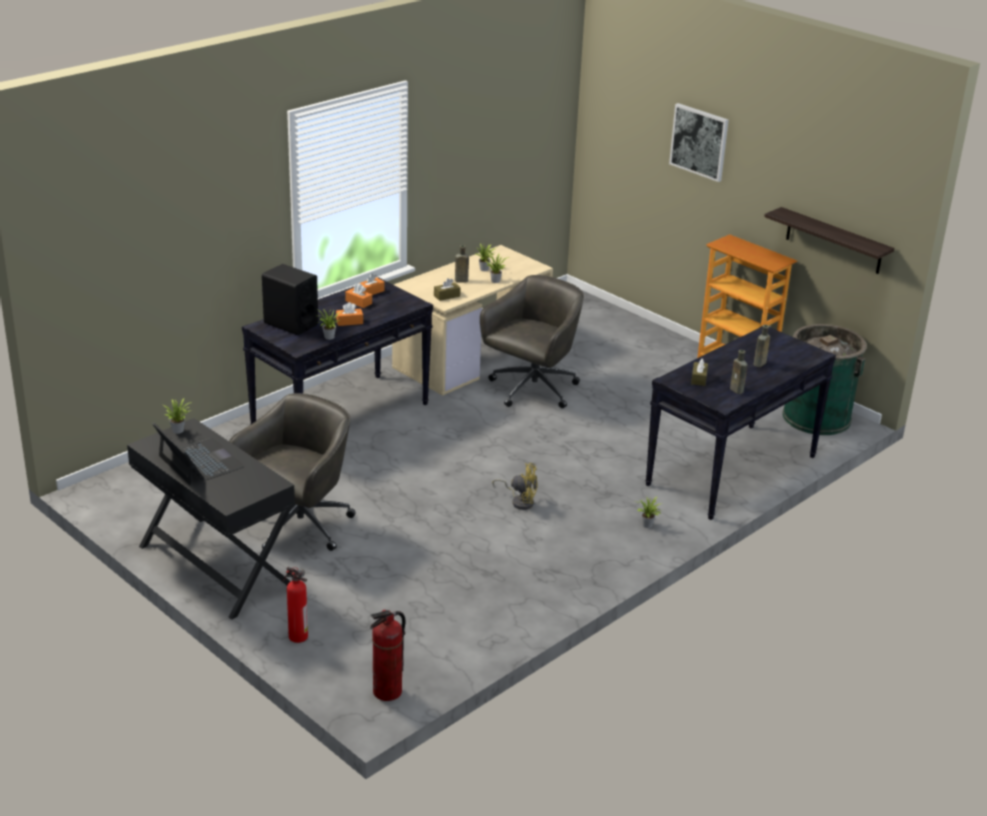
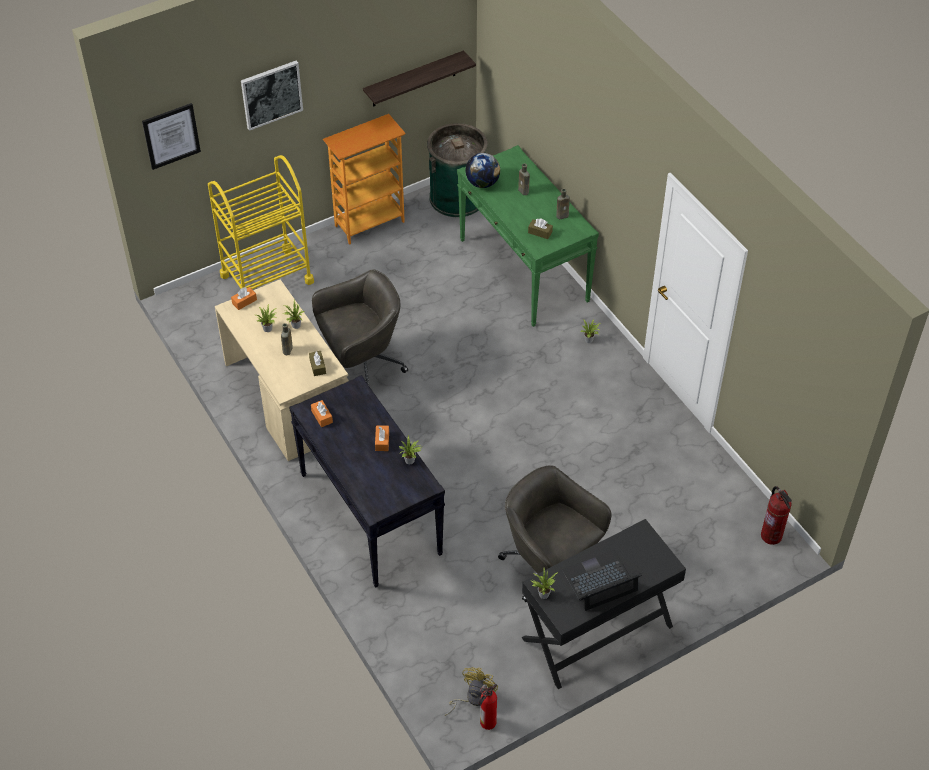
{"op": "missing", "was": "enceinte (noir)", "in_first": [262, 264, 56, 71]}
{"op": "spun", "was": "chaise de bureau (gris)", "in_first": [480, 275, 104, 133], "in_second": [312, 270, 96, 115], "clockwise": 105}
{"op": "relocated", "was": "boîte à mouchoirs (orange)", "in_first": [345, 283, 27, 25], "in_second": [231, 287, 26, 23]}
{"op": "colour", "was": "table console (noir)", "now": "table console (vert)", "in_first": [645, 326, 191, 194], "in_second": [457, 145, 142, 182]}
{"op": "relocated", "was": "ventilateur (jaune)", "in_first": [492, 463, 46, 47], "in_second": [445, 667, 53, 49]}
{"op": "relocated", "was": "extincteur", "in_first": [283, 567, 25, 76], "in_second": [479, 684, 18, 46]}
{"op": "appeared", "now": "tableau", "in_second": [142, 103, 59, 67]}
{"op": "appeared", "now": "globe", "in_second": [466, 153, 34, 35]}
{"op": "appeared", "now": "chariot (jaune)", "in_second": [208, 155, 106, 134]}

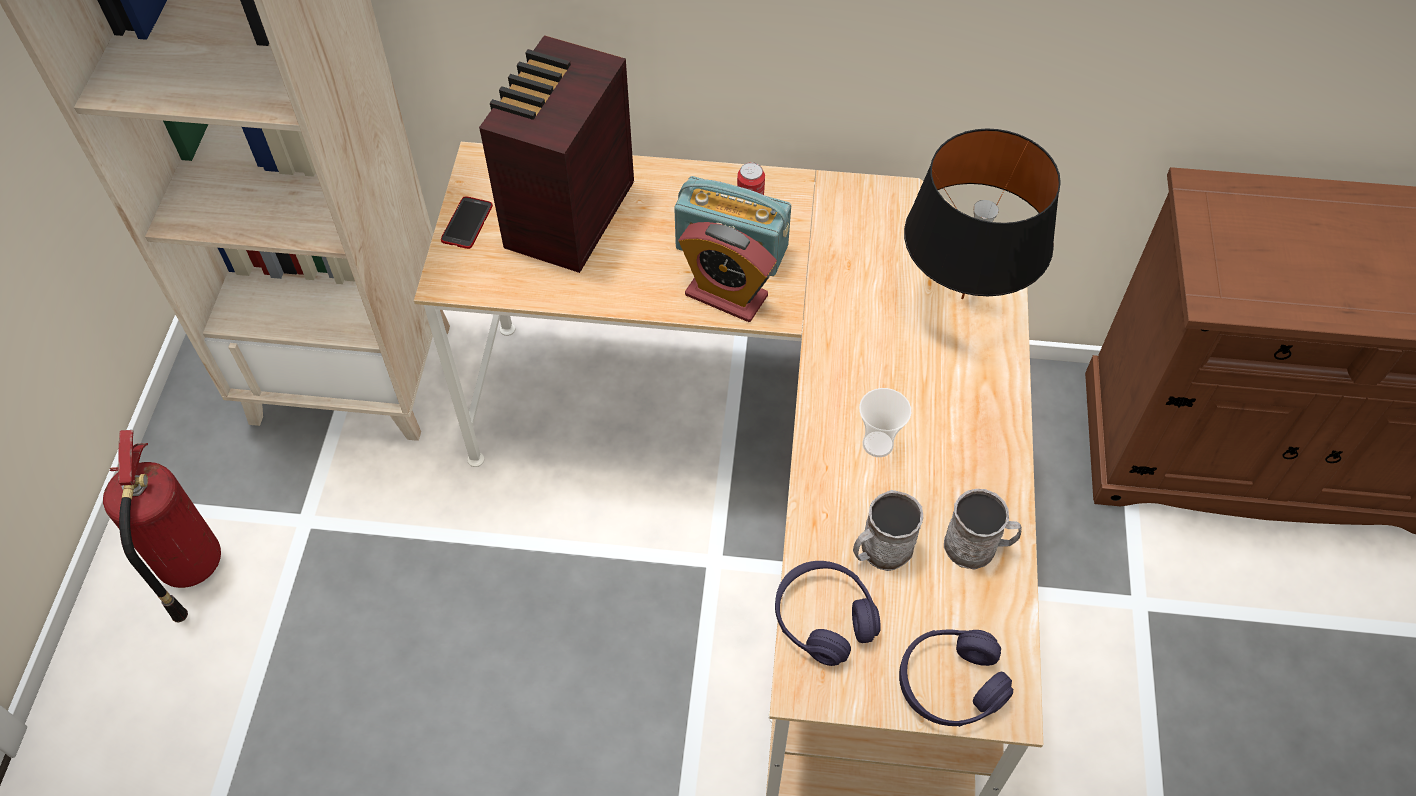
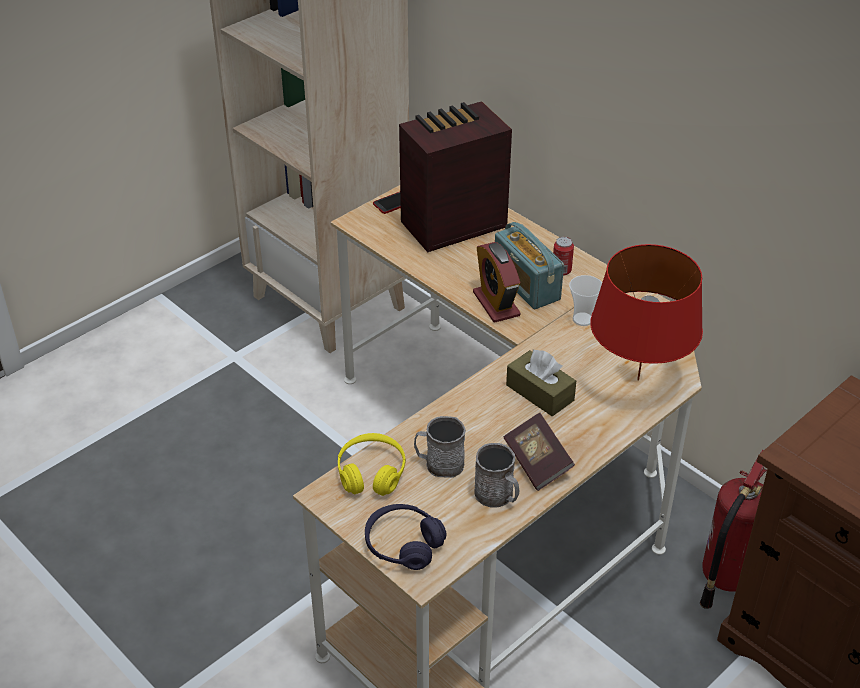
{"op": "colour", "was": "lampe de table (noir)", "now": "lampe de table (rouge)", "in_first": [904, 128, 157, 171], "in_second": [590, 244, 113, 137]}
{"op": "relocated", "was": "tasse", "in_first": [859, 388, 52, 69], "in_second": [569, 275, 33, 51]}
{"op": "relocated", "was": "extincteur", "in_first": [103, 430, 118, 193], "in_second": [700, 450, 67, 159]}
{"op": "colour", "was": "casque audio (violet)", "now": "casque audio (jaune)", "in_first": [775, 561, 106, 105], "in_second": [338, 433, 68, 63]}
{"op": "appeared", "now": "boîte à mouchoirs (marron)", "in_second": [506, 350, 70, 66]}
{"op": "appeared", "now": "livre", "in_second": [504, 413, 71, 78]}

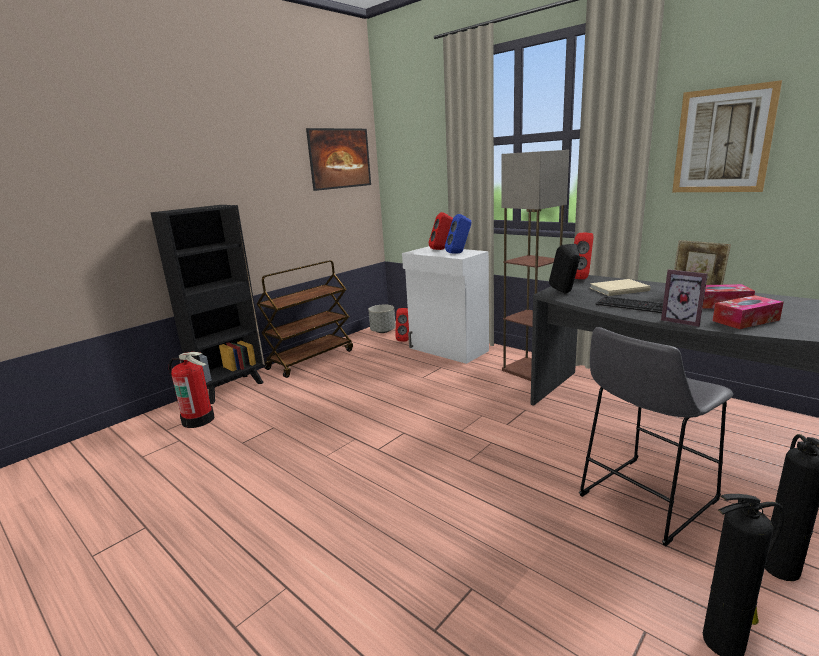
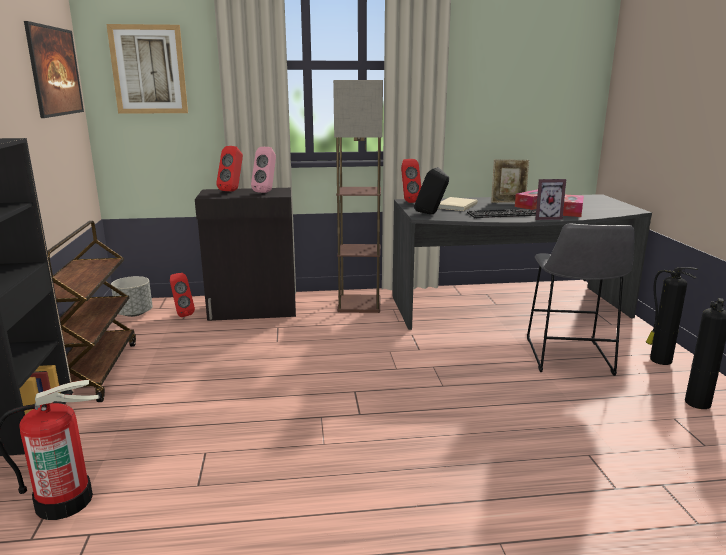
{"op": "relocated", "was": "tableau", "in_first": [672, 80, 110, 112], "in_second": [106, 24, 82, 90]}
{"op": "colour", "was": "enceinte (bleu)", "now": "enceinte (rose)", "in_first": [445, 214, 26, 40], "in_second": [251, 147, 25, 46]}
{"op": "colour", "was": "meuble de rangement (blanc)", "now": "meuble de rangement (noir)", "in_first": [402, 246, 87, 118], "in_second": [195, 188, 101, 133]}

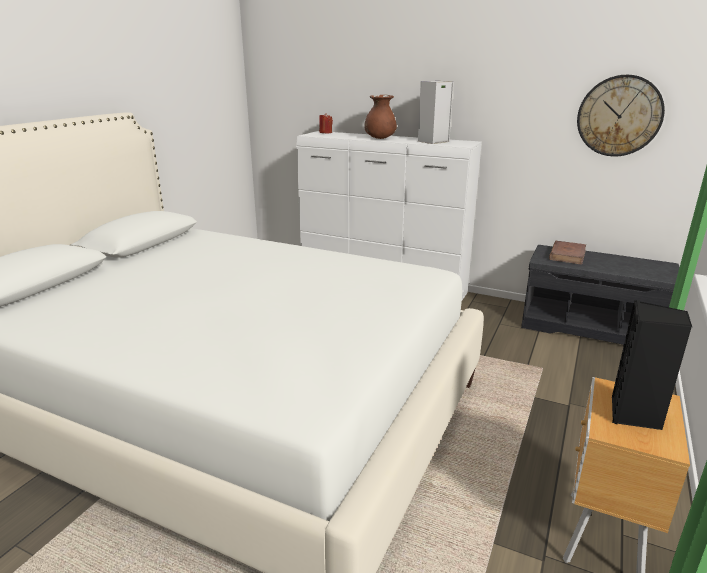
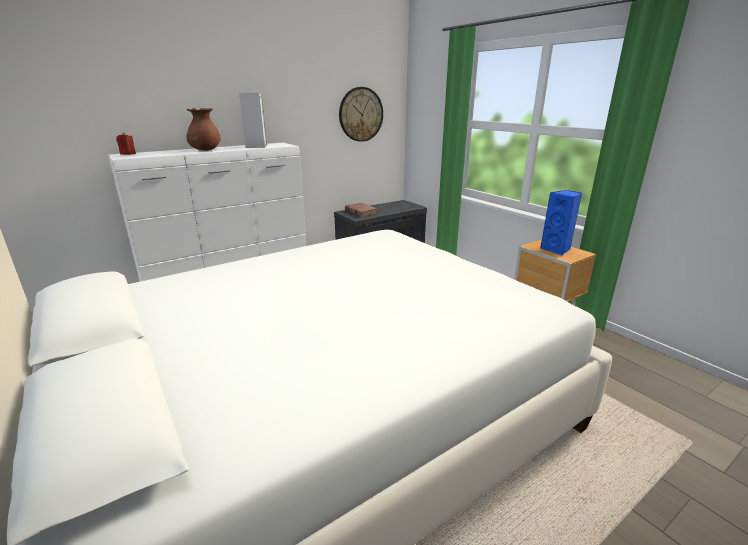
{"op": "colour", "was": "enceinte (noir)", "now": "enceinte (bleu)", "in_first": [612, 300, 80, 130], "in_second": [540, 190, 42, 65]}

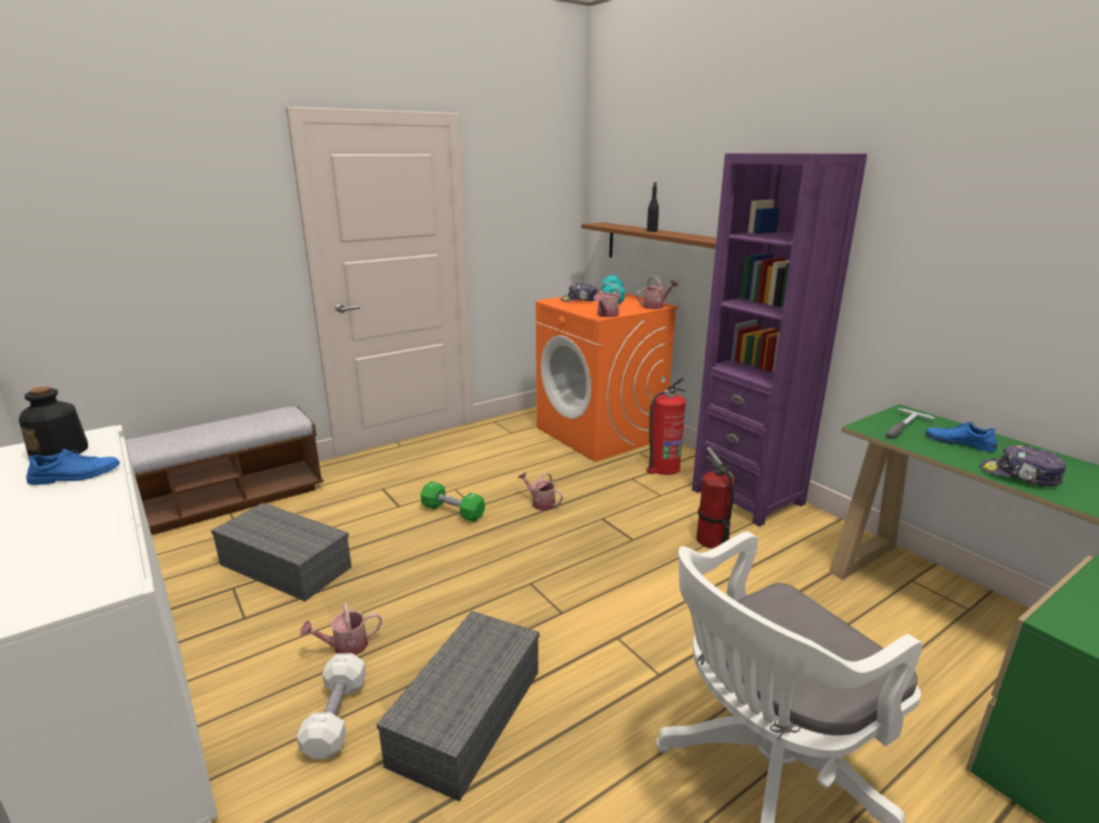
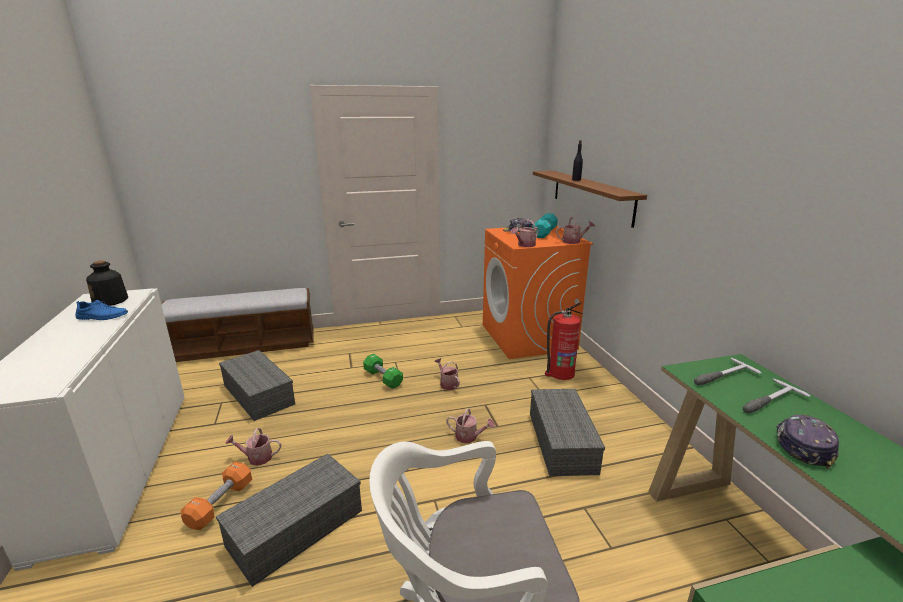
{"op": "missing", "was": "bibliothèque (violet)", "in_first": [692, 153, 175, 374]}
{"op": "exchanged", "was": "chaussure (bleu)", "now": "marteau", "in_first": [925, 422, 73, 30], "in_second": [743, 378, 68, 35]}
{"op": "spun", "was": "casquette", "in_first": [980, 445, 86, 42], "in_second": [776, 415, 63, 54], "clockwise": 60}
{"op": "exchanged", "was": "extincteur", "now": "boîte de rangement (gris)", "in_first": [696, 447, 38, 102], "in_second": [530, 389, 75, 87]}
{"op": "colour", "was": "haltère (blanc)", "now": "haltère (orange)", "in_first": [297, 653, 69, 106], "in_second": [181, 461, 71, 69]}
{"op": "appeared", "now": "arrosoir", "in_second": [446, 408, 49, 35]}

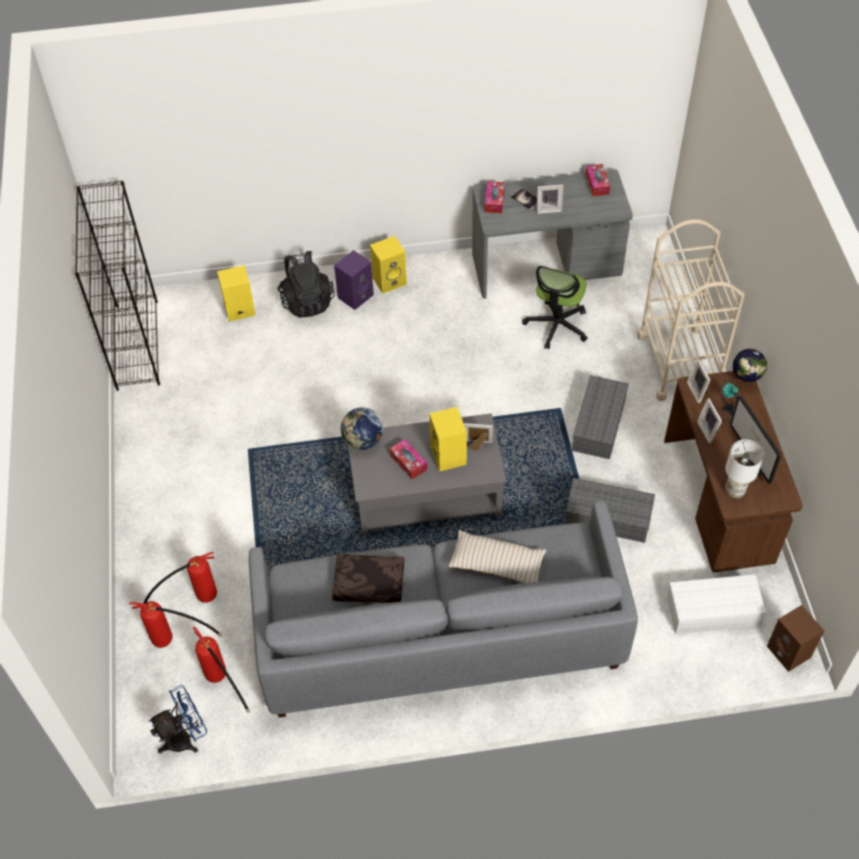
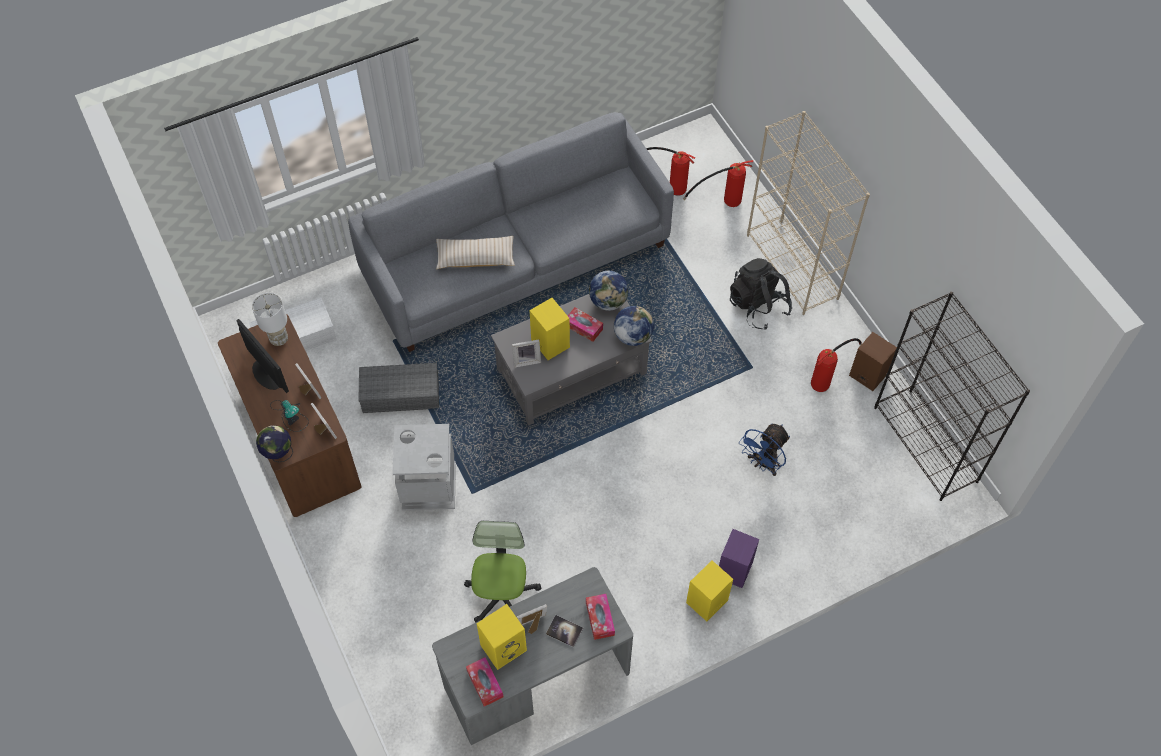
{"op": "missing", "was": "chariot (beige)", "in_first": [637, 219, 108, 182]}
{"op": "relocated", "was": "sac à dos (noir)", "in_first": [277, 251, 57, 67], "in_second": [730, 258, 62, 72]}
{"op": "relocated", "was": "enceinte (jaune)", "in_first": [217, 265, 39, 57], "in_second": [477, 604, 50, 66]}
{"op": "exchanged", "was": "boîte de rangement (gris)", "now": "poubelle (gris)", "in_first": [572, 375, 57, 84], "in_second": [392, 424, 64, 87]}
{"op": "relocated", "was": "extincteur", "in_first": [143, 552, 74, 52], "in_second": [811, 338, 51, 54]}
{"op": "missing", "was": "coussin (marron)", "in_first": [332, 554, 72, 49]}
{"op": "relocated", "was": "enceinte (marron)", "in_first": [767, 605, 57, 67], "in_second": [849, 332, 48, 59]}
{"op": "relocated", "was": "ventilateur (bleu)", "in_first": [149, 685, 58, 69], "in_second": [739, 424, 51, 52]}
{"op": "appeared", "now": "bibliothèque (beige)", "in_second": [747, 111, 123, 204]}
{"op": "appeared", "now": "globe", "in_second": [589, 271, 39, 40]}

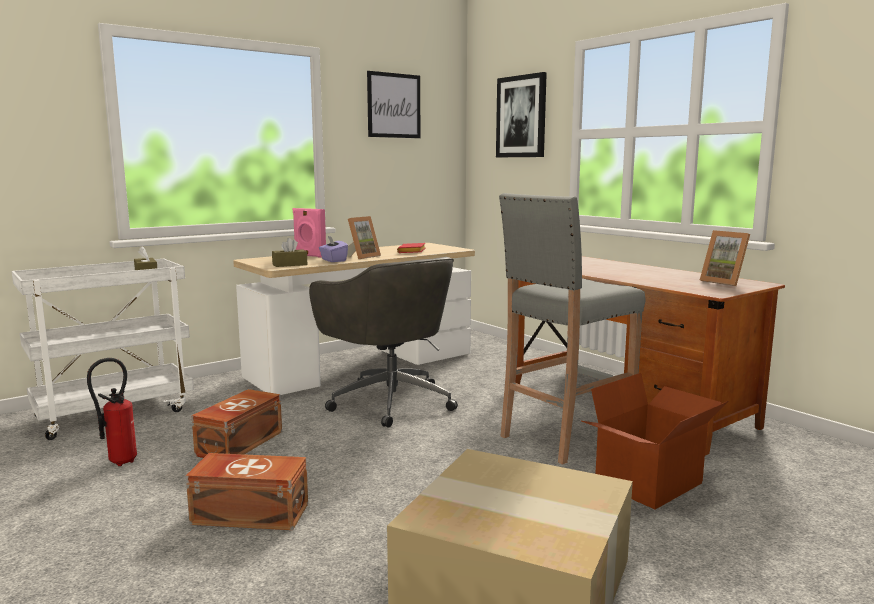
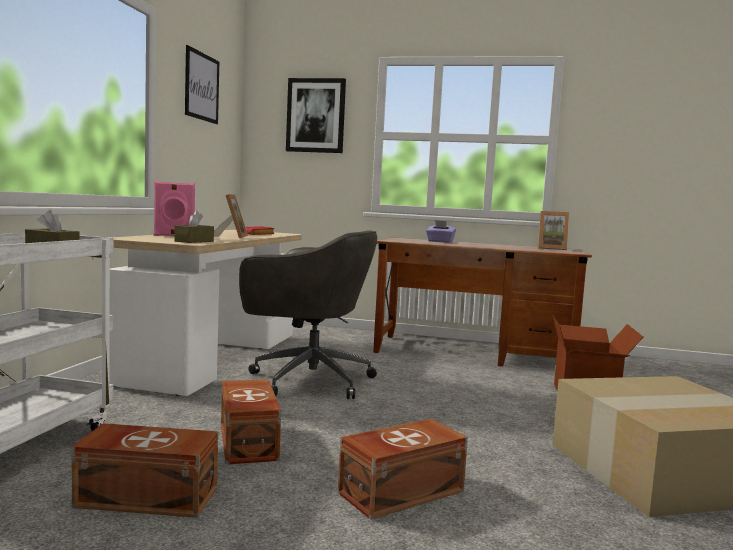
{"op": "missing", "was": "tabouret (gris)", "in_first": [499, 193, 146, 272]}
{"op": "relocated", "was": "boîte à mouchoirs (violet)", "in_first": [319, 236, 29, 26], "in_second": [426, 220, 30, 23]}
{"op": "exchanged", "was": "extincteur", "now": "boîte de rangement (marron)", "in_first": [87, 358, 50, 108], "in_second": [71, 423, 147, 95]}

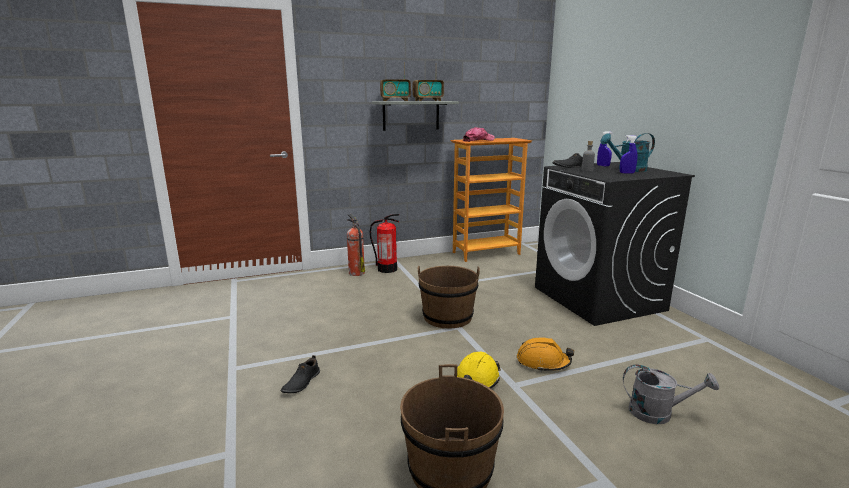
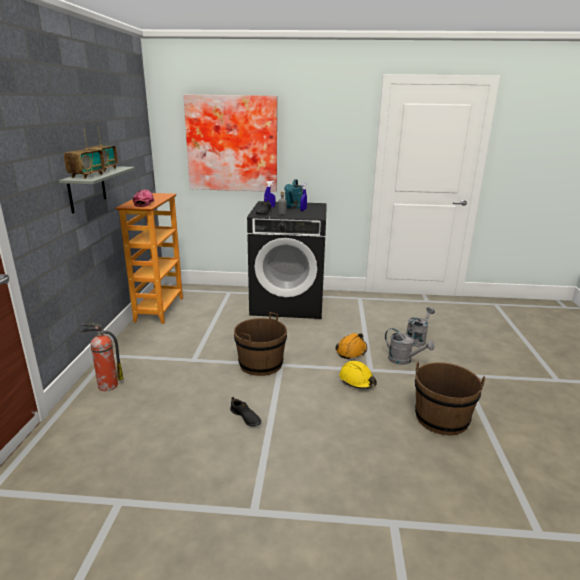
{"op": "missing", "was": "extincteur", "in_first": [370, 214, 29, 59]}
{"op": "relocated", "was": "chaussure (noir)", "in_first": [281, 355, 39, 38], "in_second": [230, 397, 31, 29]}
{"op": "appeared", "now": "tableau", "in_second": [183, 95, 94, 97]}
{"op": "appeared", "now": "arrosoir (gris)", "in_second": [385, 328, 49, 37]}

